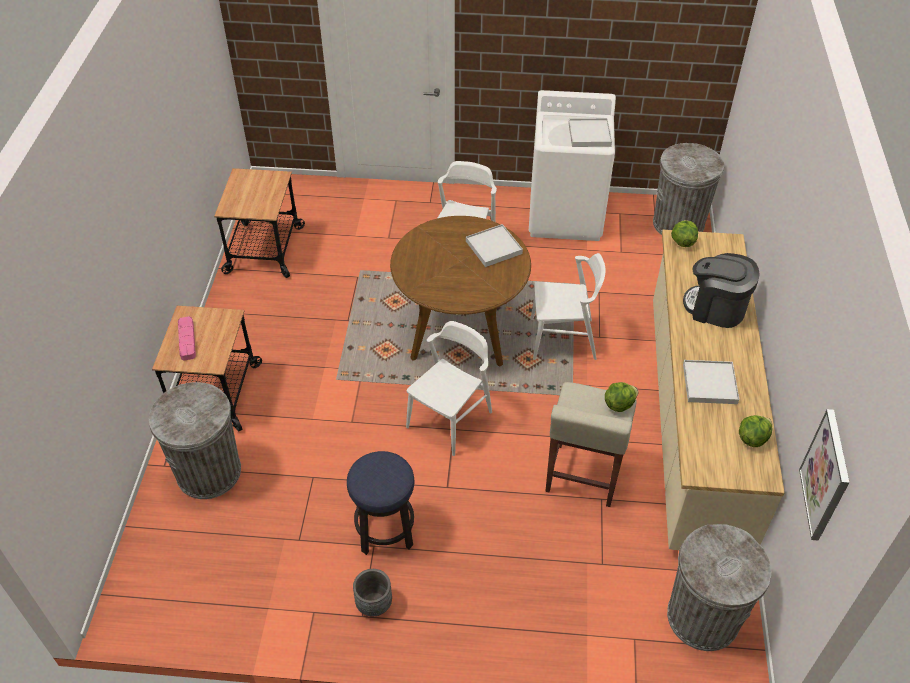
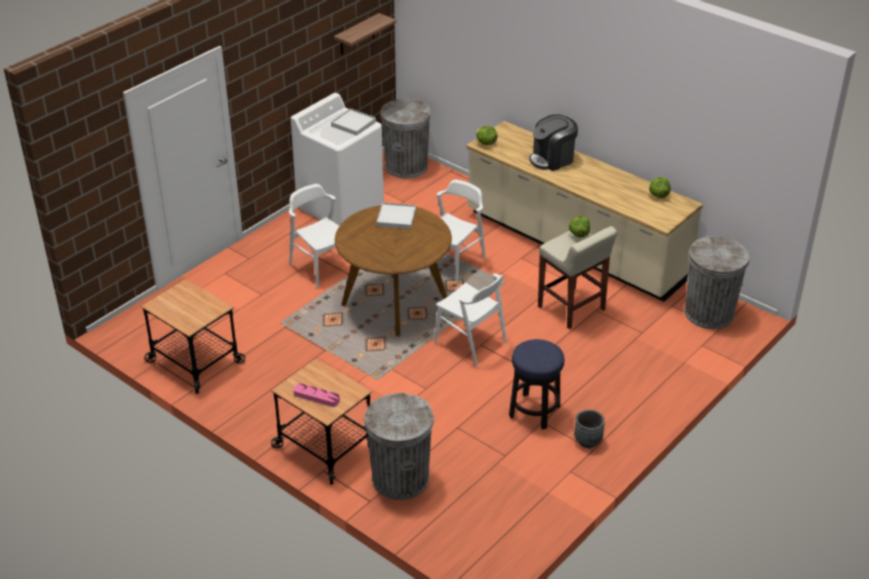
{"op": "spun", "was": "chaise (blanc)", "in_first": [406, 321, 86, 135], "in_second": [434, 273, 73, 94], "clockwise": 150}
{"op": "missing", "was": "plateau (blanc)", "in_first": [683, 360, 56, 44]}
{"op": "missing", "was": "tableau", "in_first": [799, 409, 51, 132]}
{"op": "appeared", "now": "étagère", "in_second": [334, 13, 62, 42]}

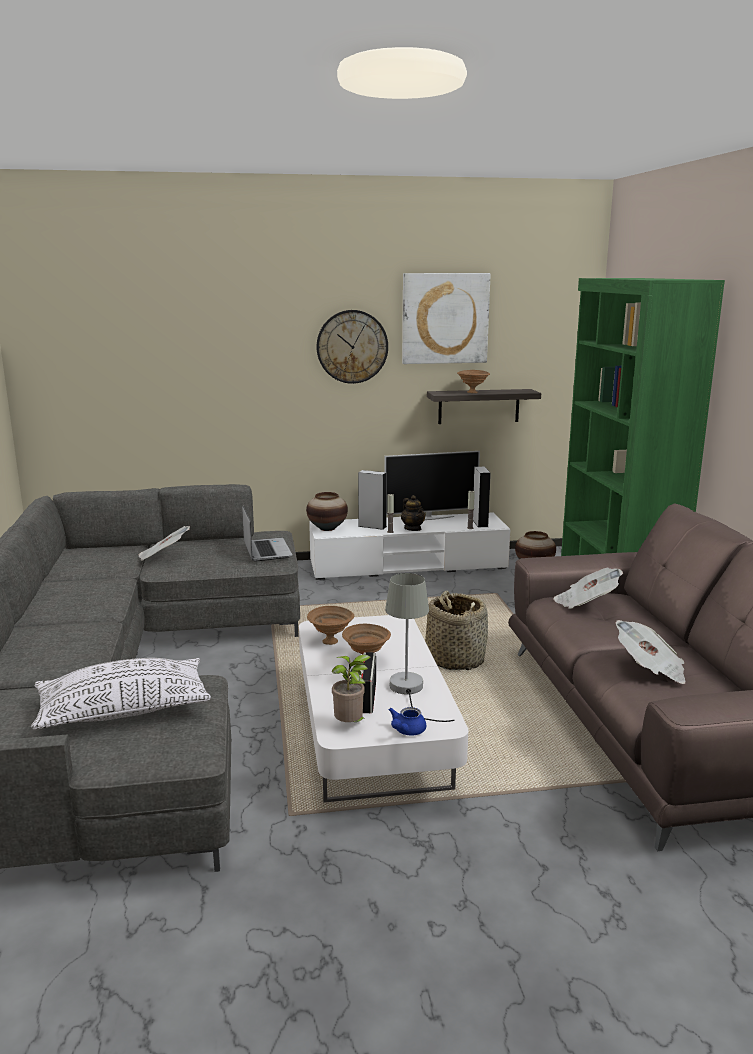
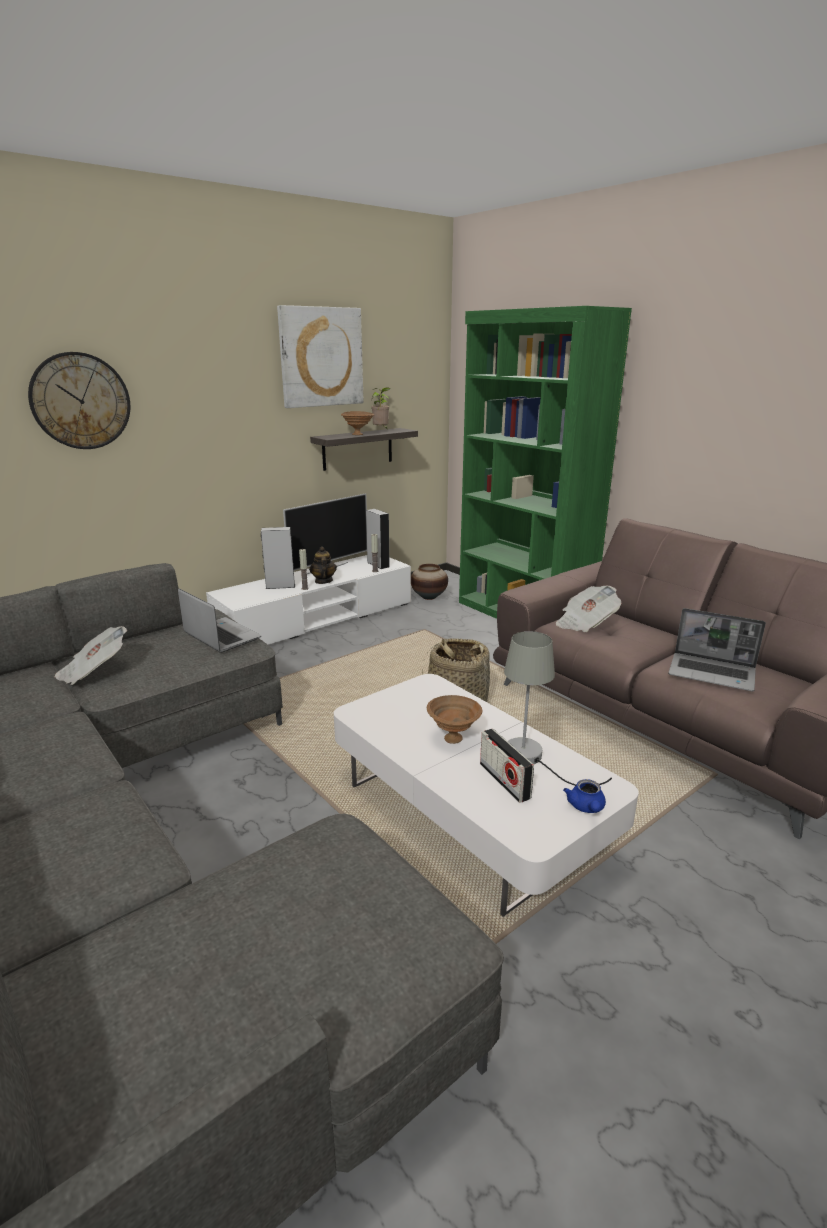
{"op": "relocated", "was": "horloge murale", "in_first": [317, 310, 71, 74], "in_second": [28, 352, 102, 97]}
{"op": "missing", "was": "vase", "in_first": [306, 492, 42, 39]}
{"op": "spun", "was": "théière", "in_first": [401, 495, 24, 36], "in_second": [309, 546, 28, 38], "clockwise": -135}
{"op": "missing", "was": "bol (marron)", "in_first": [307, 606, 47, 39]}
{"op": "exchanged", "was": "journal", "now": "ordinateur portable", "in_first": [616, 620, 69, 64], "in_second": [668, 608, 98, 83]}
{"op": "relocated", "was": "plante en pot", "in_first": [332, 655, 39, 67], "in_second": [371, 387, 20, 41]}
{"op": "missing", "was": "coussin (blanc)", "in_first": [31, 658, 180, 72]}

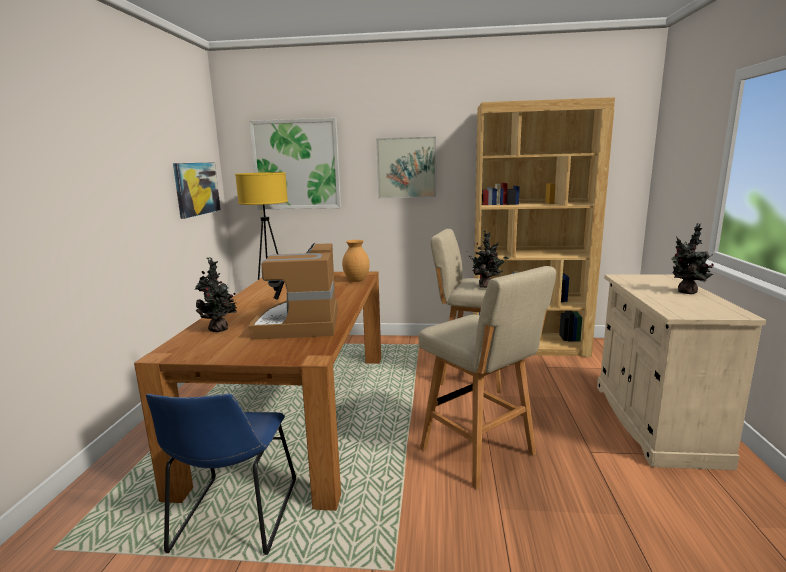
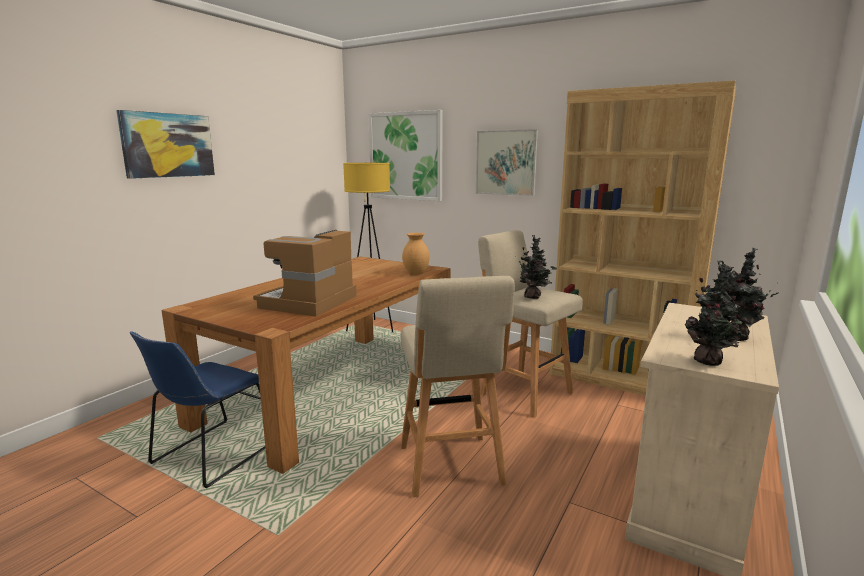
{"op": "relocated", "was": "tableau", "in_first": [173, 162, 48, 57], "in_second": [116, 110, 99, 69]}
{"op": "relocated", "was": "plante en pot", "in_first": [195, 257, 42, 75], "in_second": [685, 260, 62, 106]}

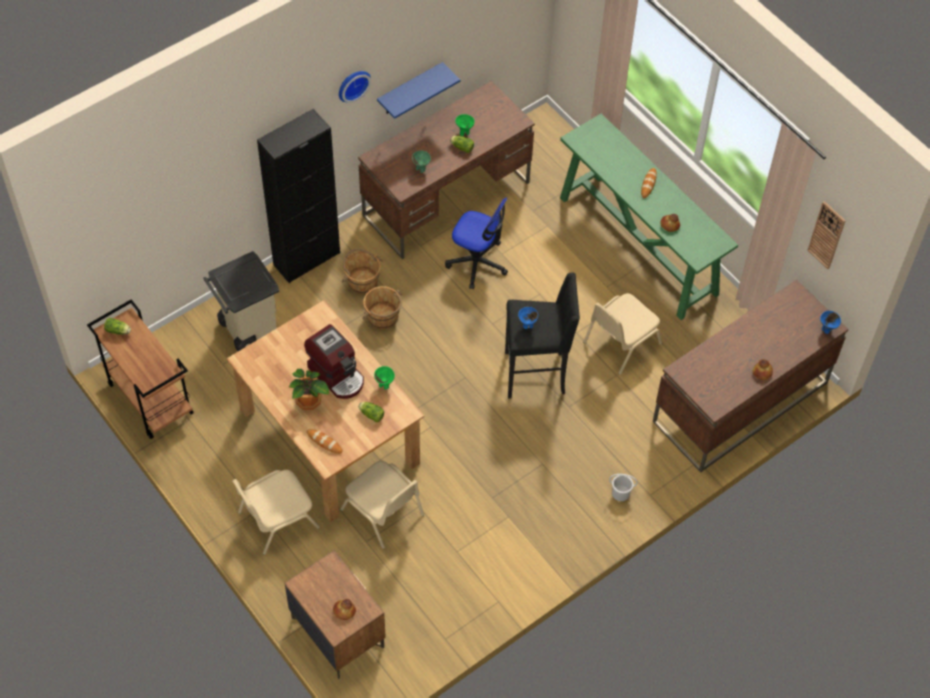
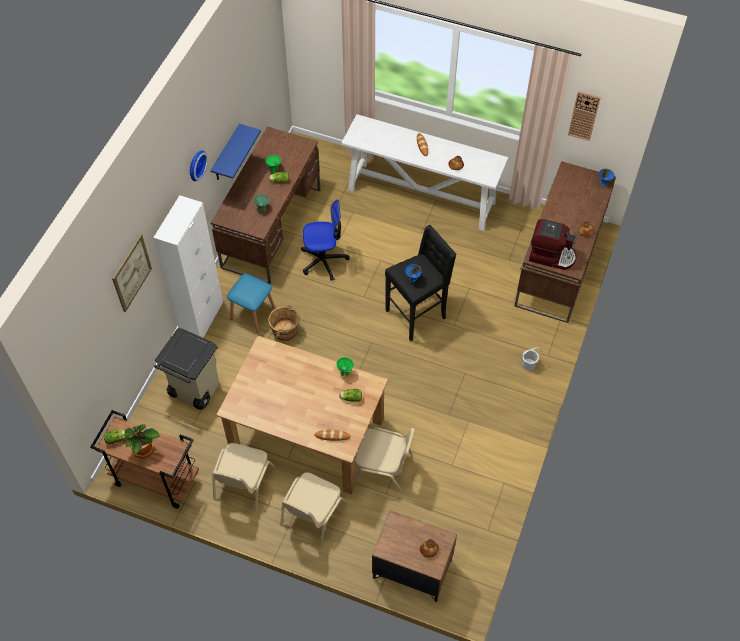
{"op": "colour", "was": "meuble de rangement (noir)", "now": "meuble de rangement (blanc)", "in_first": [257, 109, 83, 174], "in_second": [153, 195, 70, 143]}
{"op": "colour", "was": "table console (vert)", "now": "table console (blanc)", "in_first": [560, 114, 178, 206], "in_second": [341, 114, 167, 117]}
{"op": "exchanged", "was": "seau (marron)", "now": "tabouret (bleu)", "in_first": [342, 249, 41, 45], "in_second": [227, 274, 49, 58]}
{"op": "relocated", "was": "chaise (beige)", "in_first": [583, 293, 79, 82], "in_second": [212, 443, 63, 68]}
{"op": "relocated", "was": "machine à café", "in_first": [304, 324, 60, 75], "in_second": [529, 219, 47, 51]}
{"op": "relocated", "was": "plante en pot", "in_first": [289, 369, 40, 41], "in_second": [123, 424, 37, 35]}
{"op": "appeared", "now": "tableau", "in_second": [112, 234, 40, 78]}

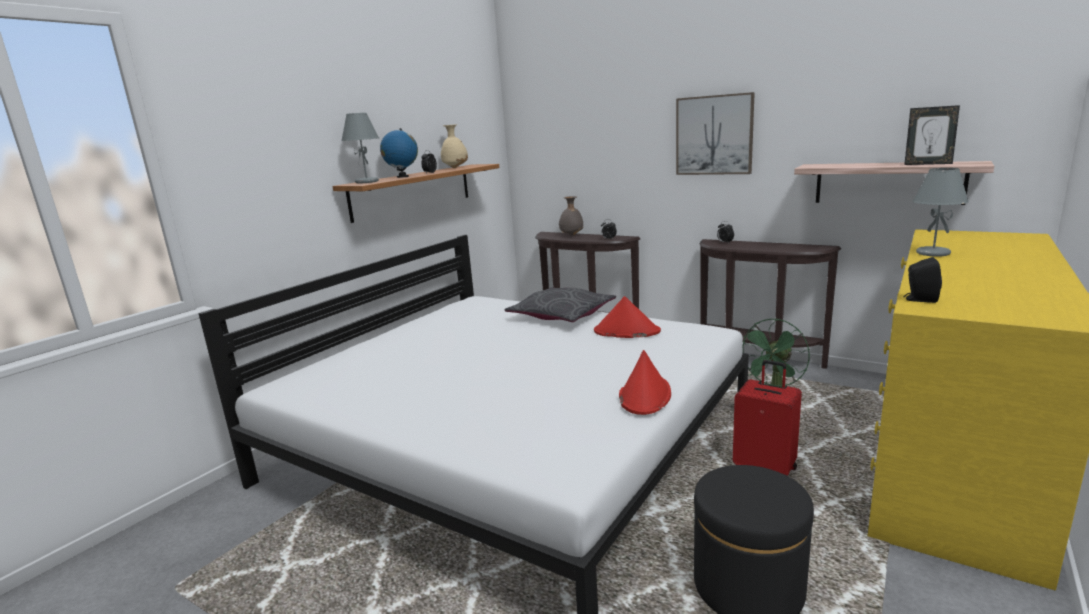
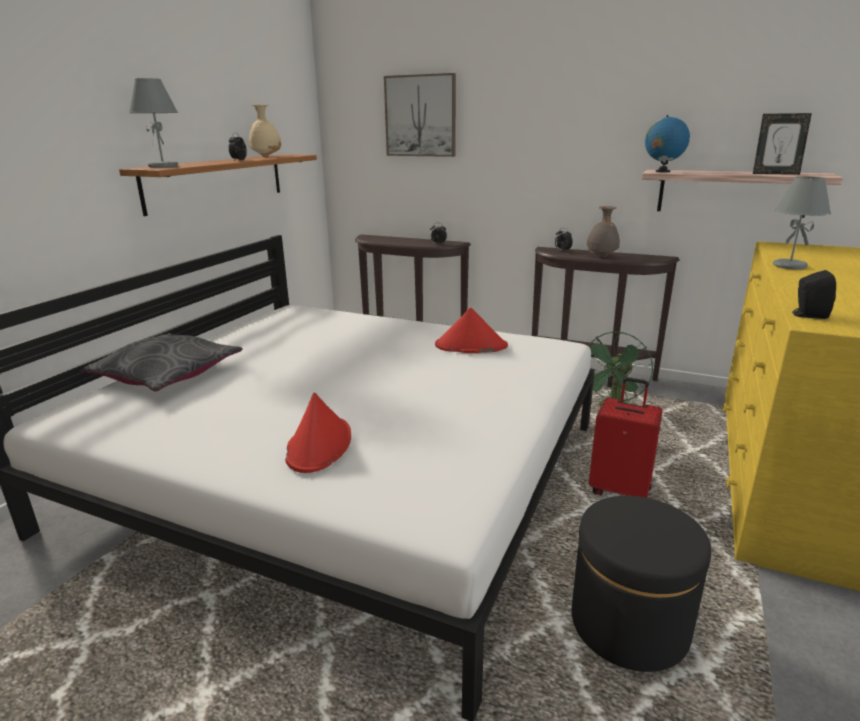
{"op": "relocated", "was": "tableau", "in_first": [676, 92, 79, 83], "in_second": [384, 73, 72, 84]}
{"op": "relocated", "was": "globe", "in_first": [380, 128, 38, 50], "in_second": [645, 115, 45, 57]}
{"op": "relocated", "was": "vase (gris)", "in_first": [559, 196, 24, 40], "in_second": [587, 206, 33, 51]}
{"op": "relocated", "was": "coussin (gris)", "in_first": [504, 287, 112, 35], "in_second": [80, 333, 162, 58]}
{"op": "relocated", "was": "chapeau (rouge)", "in_first": [619, 350, 52, 65], "in_second": [285, 392, 66, 81]}

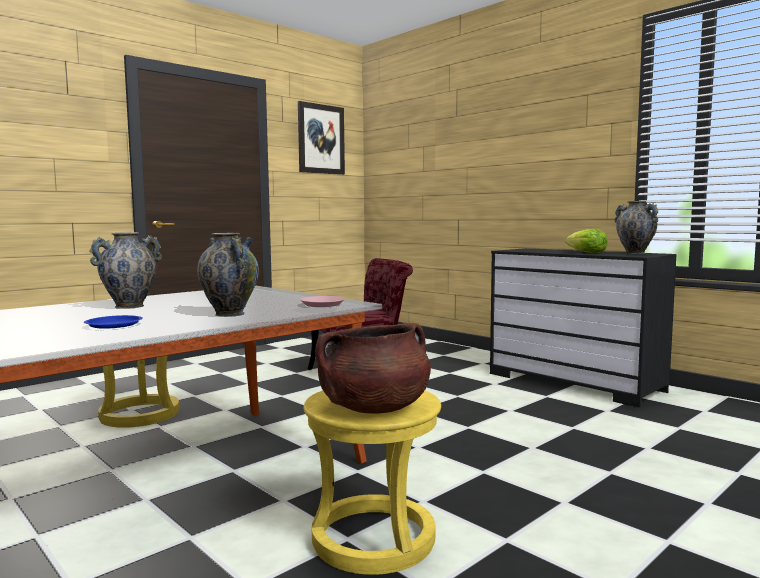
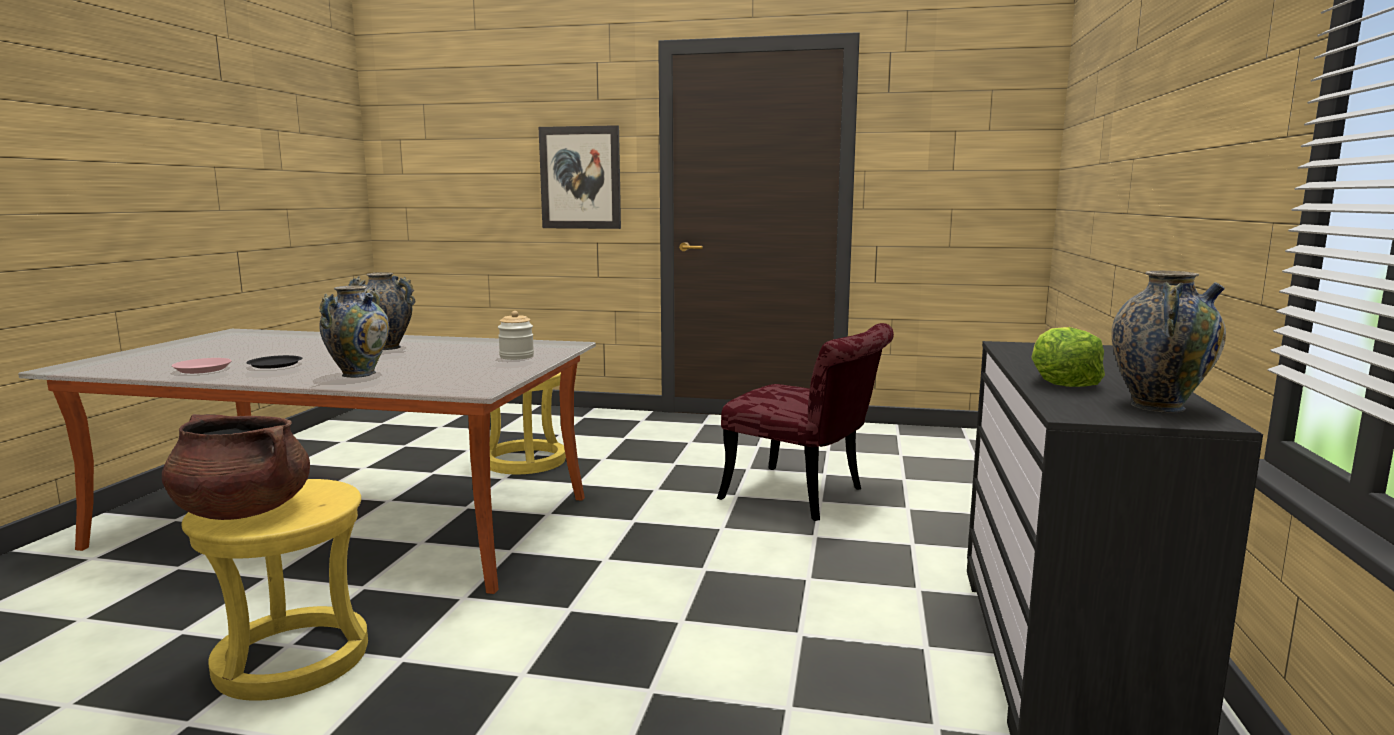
{"op": "relocated", "was": "tableau", "in_first": [298, 101, 47, 74], "in_second": [539, 125, 82, 104]}
{"op": "relocated", "was": "assiette (rose)", "in_first": [300, 296, 45, 11], "in_second": [172, 358, 60, 16]}
{"op": "colour", "was": "assiette (bleu)", "now": "assiette (noir)", "in_first": [84, 315, 59, 14], "in_second": [246, 355, 56, 14]}
{"op": "appeared", "now": "bocal", "in_second": [498, 311, 36, 49]}

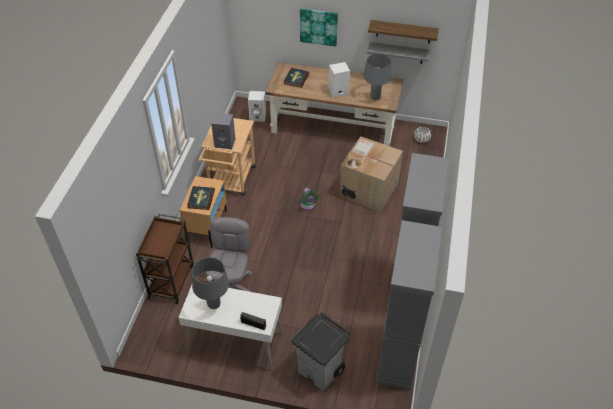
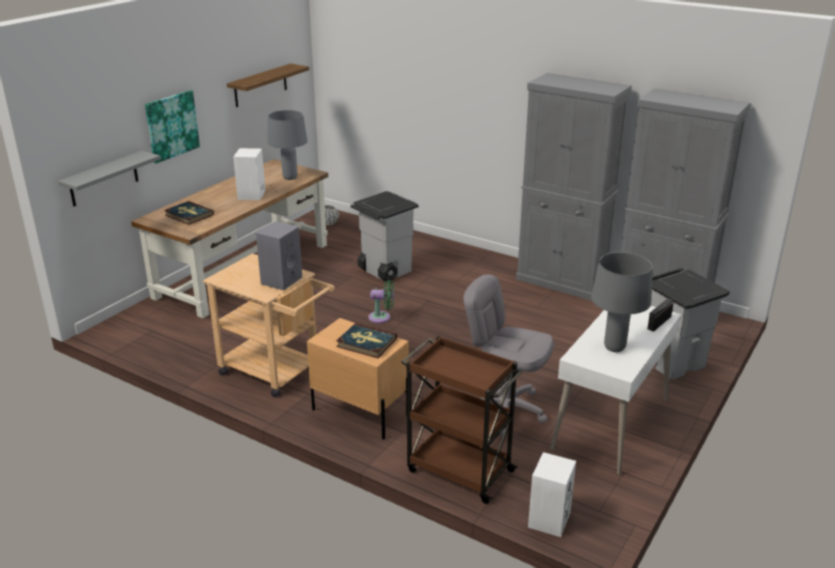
{"op": "relocated", "was": "étagère (gris)", "in_first": [367, 42, 64, 22], "in_second": [58, 151, 103, 55]}
{"op": "relocated", "was": "enceinte (blanc)", "in_first": [248, 91, 18, 31], "in_second": [528, 452, 48, 85]}
{"op": "exchanged", "was": "carton", "now": "poubelle (gris)", "in_first": [339, 136, 64, 76], "in_second": [351, 191, 67, 91]}

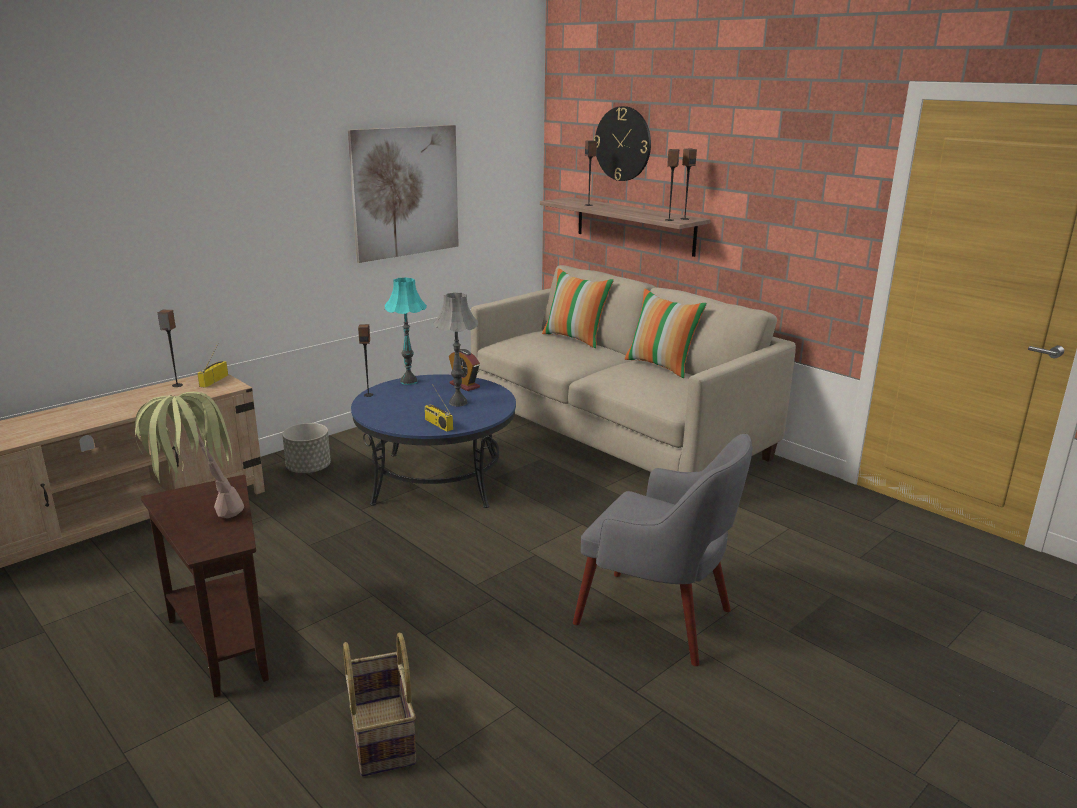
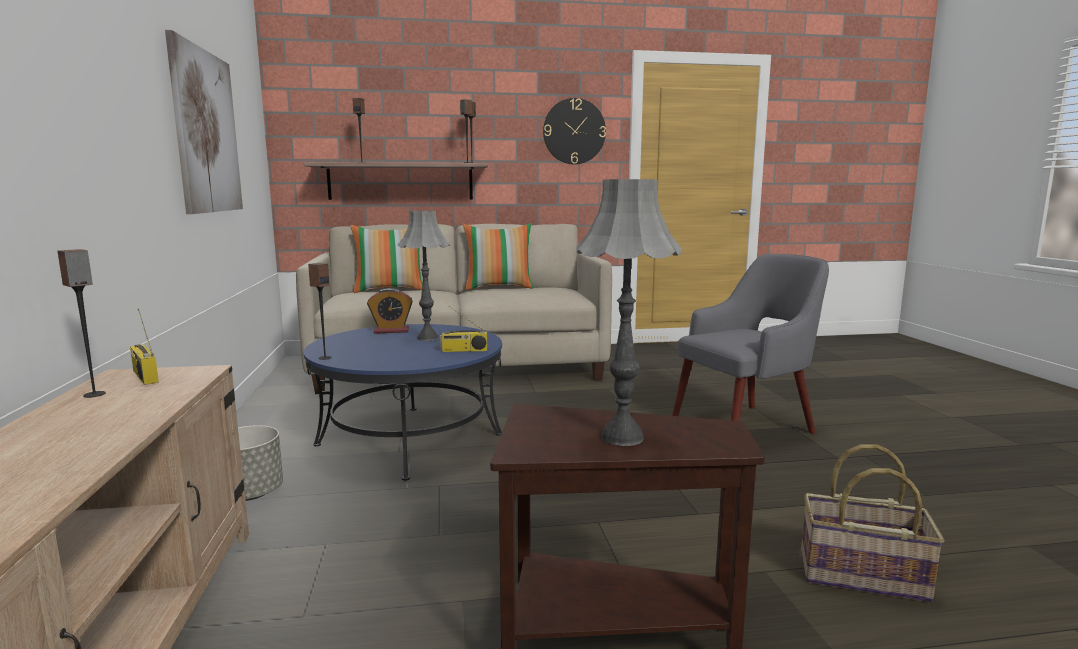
{"op": "relocated", "was": "horloge murale", "in_first": [594, 106, 57, 75], "in_second": [543, 98, 63, 66]}
{"op": "missing", "was": "lampe de table (turquoise)", "in_first": [385, 277, 42, 108]}
{"op": "exchanged", "was": "plante en pot", "now": "lampe de table (gris)", "in_first": [135, 392, 109, 126], "in_second": [576, 179, 106, 267]}

